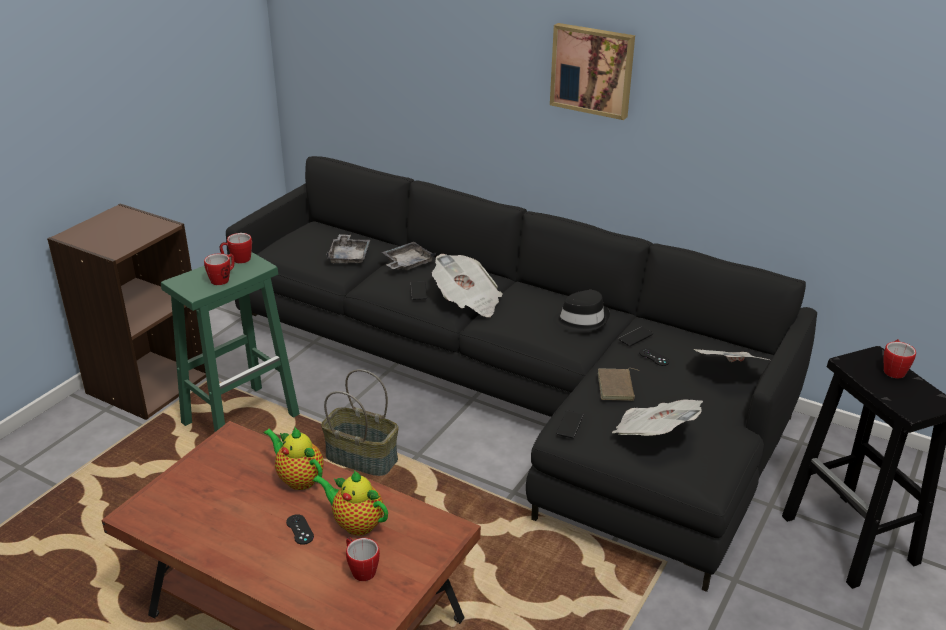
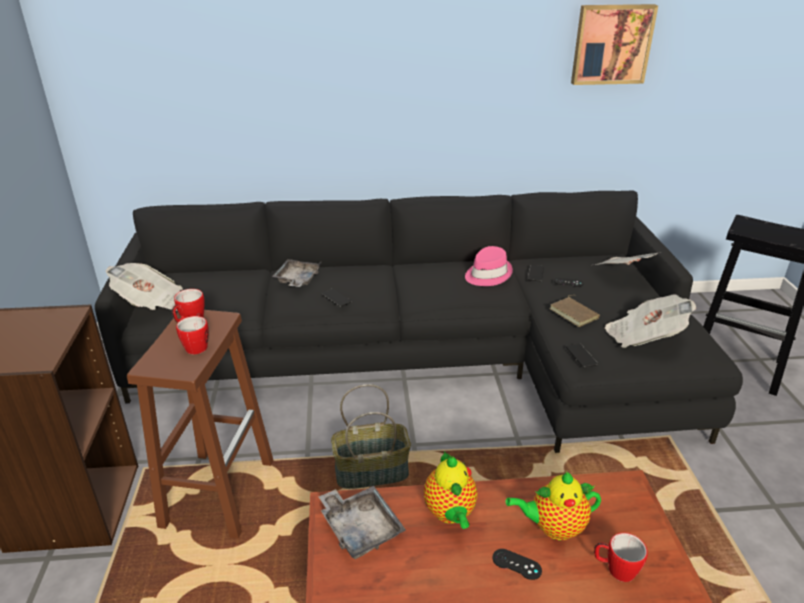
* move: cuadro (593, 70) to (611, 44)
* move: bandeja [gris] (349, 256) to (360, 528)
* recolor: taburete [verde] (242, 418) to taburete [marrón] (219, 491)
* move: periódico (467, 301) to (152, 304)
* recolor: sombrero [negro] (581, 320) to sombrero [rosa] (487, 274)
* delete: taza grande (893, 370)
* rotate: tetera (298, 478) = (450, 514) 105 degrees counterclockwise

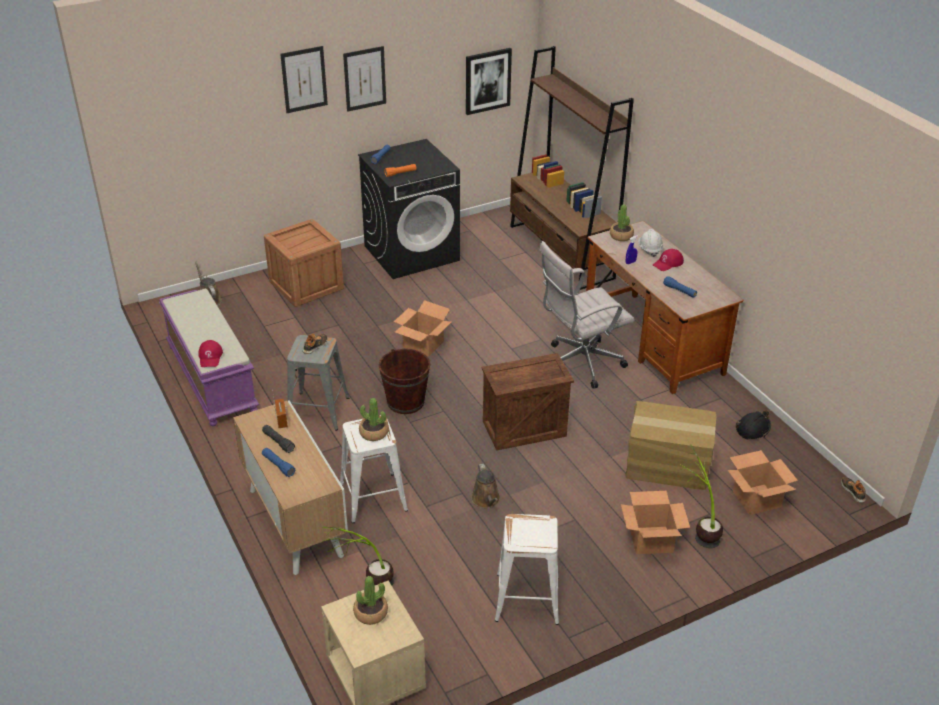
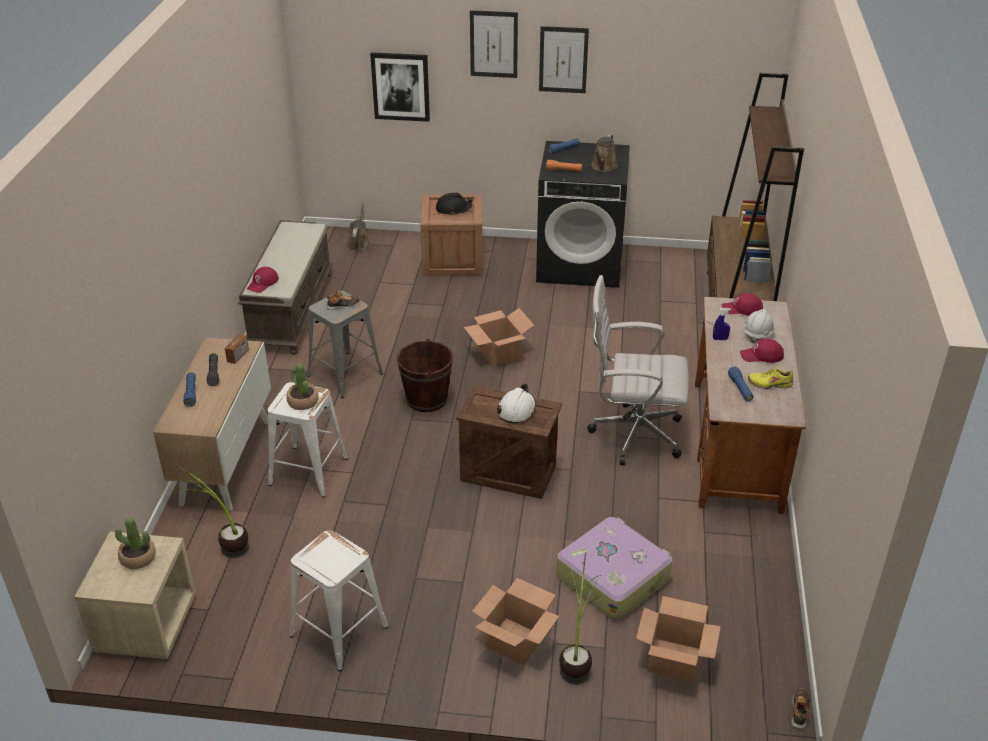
* move: cuadro (487, 81) to (400, 86)
* replace: planta en maceta (621, 236) to gorra [rojo] (742, 309)
* recolor: banco [morado] (211, 378) to banco [marrón] (291, 310)
* replace: caja de cartón (667, 466) to maleta (613, 577)
* move: casco [negro] (753, 429) to (453, 209)
* move: regadera [marrón] (486, 500) to (603, 167)
* insert: zapato [amarillo] (770, 383)
* insert: casco [blanco] (516, 409)

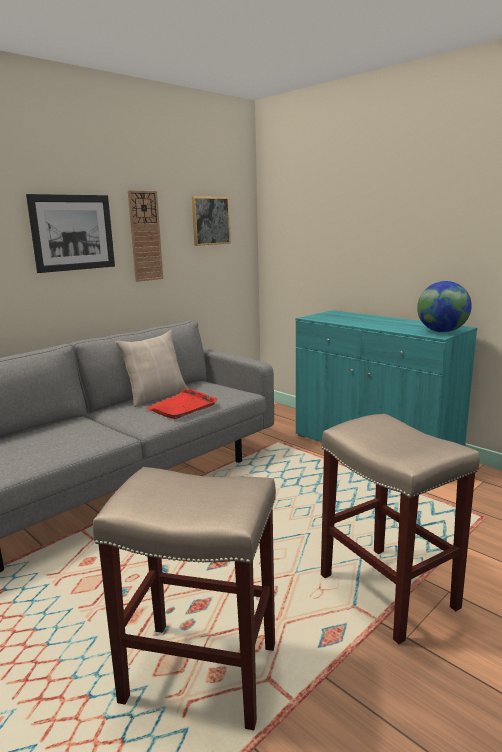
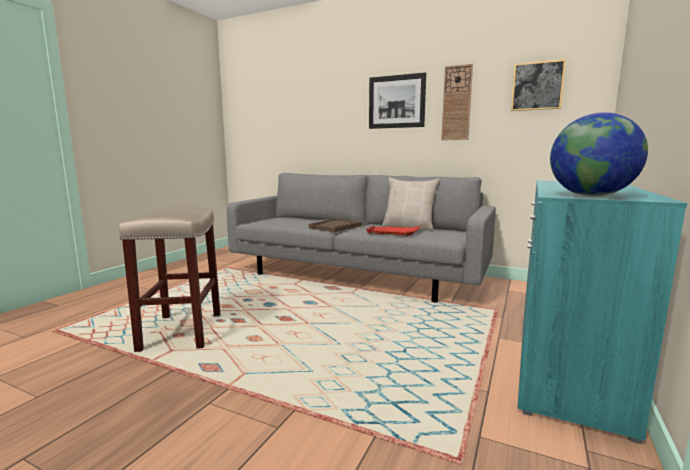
* delete: taburete [beis] (389, 592)
* insert: bandeja [marrón] (335, 227)

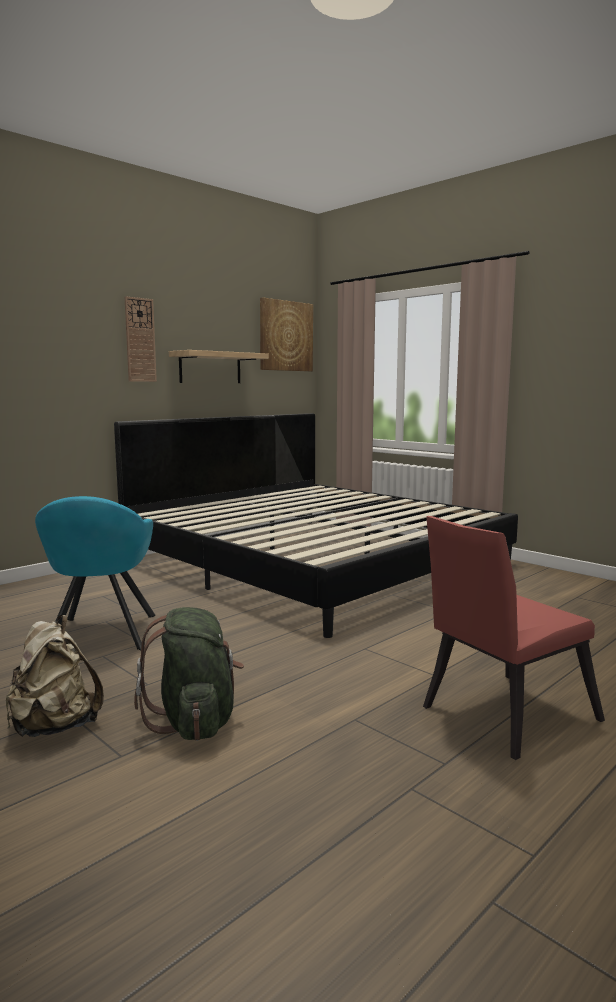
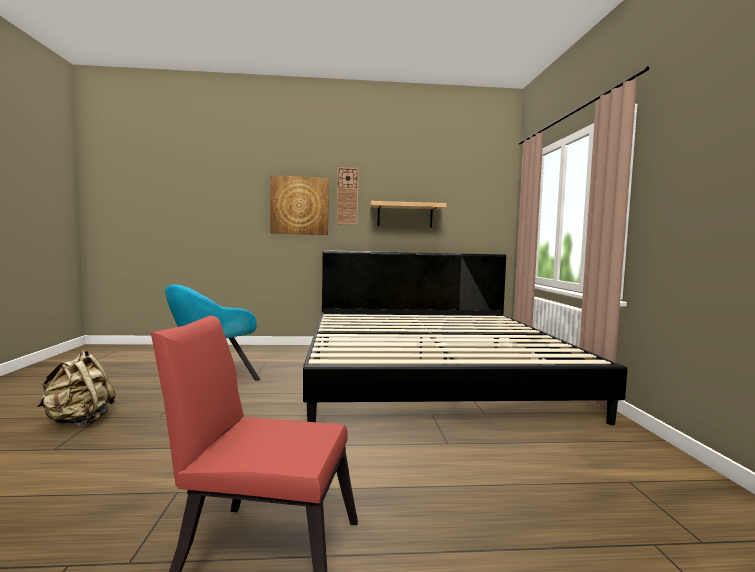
* move: cuadro (286, 336) to (299, 205)
* delete: mochila [verde] (195, 721)

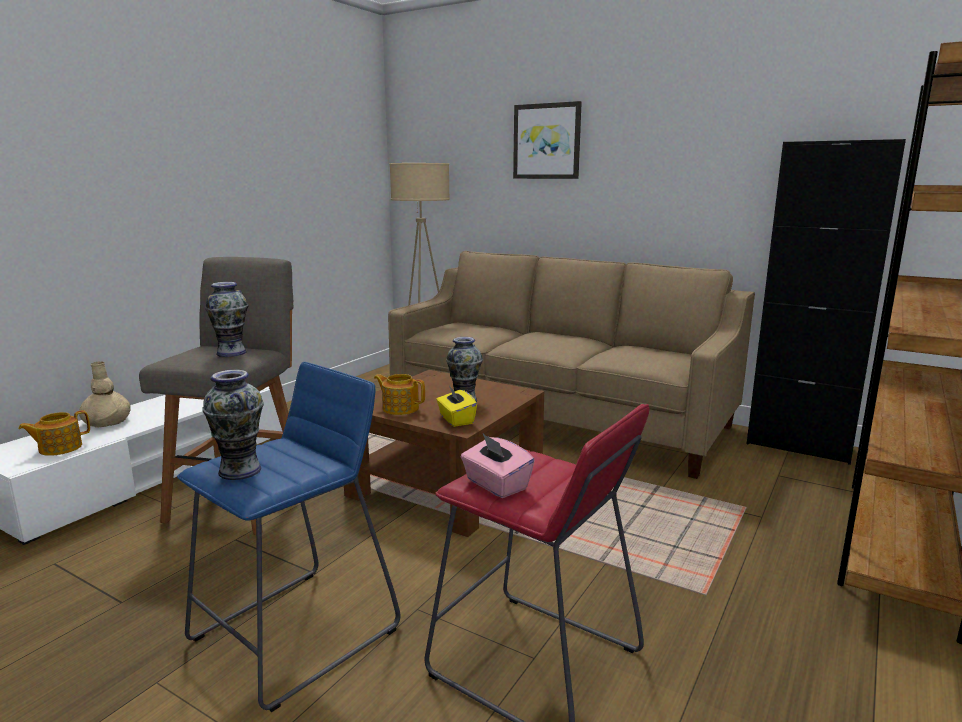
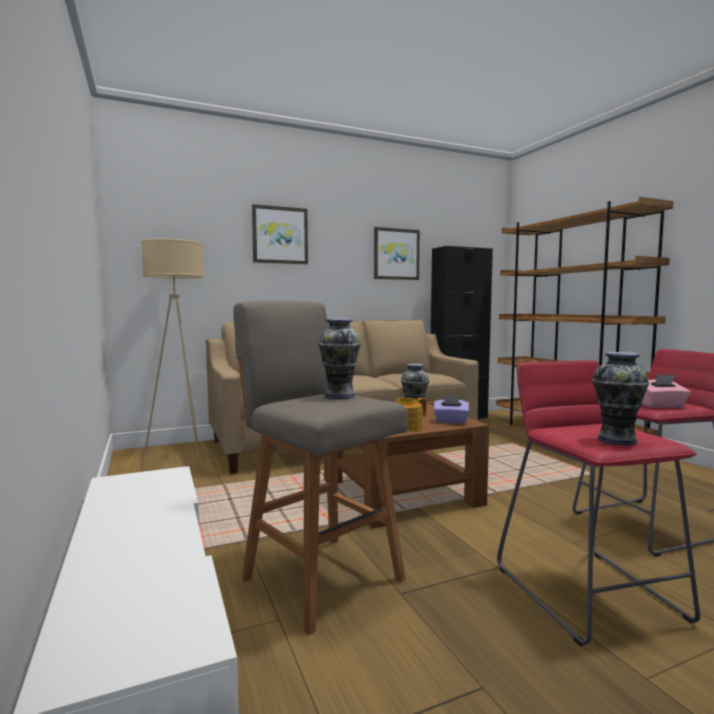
* delete: florero [beis] (107, 421)
* recolor: taburete [azul] (296, 633) to taburete [rojo] (588, 592)
* recolor: caja de pañuelos [amarillo] (456, 420) to caja de pañuelos [morado] (451, 421)
* delete: tetera (59, 448)
* insert: cuadro (396, 254)

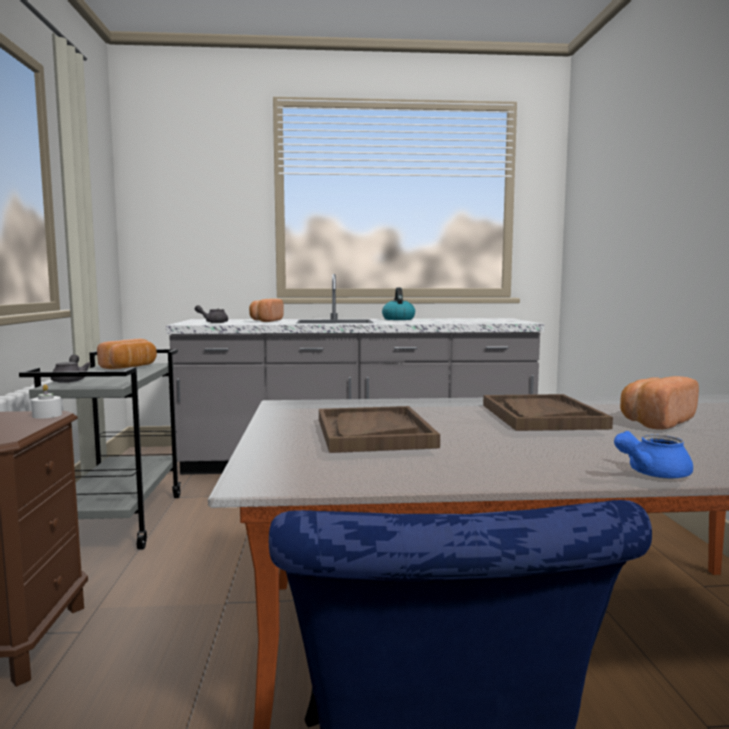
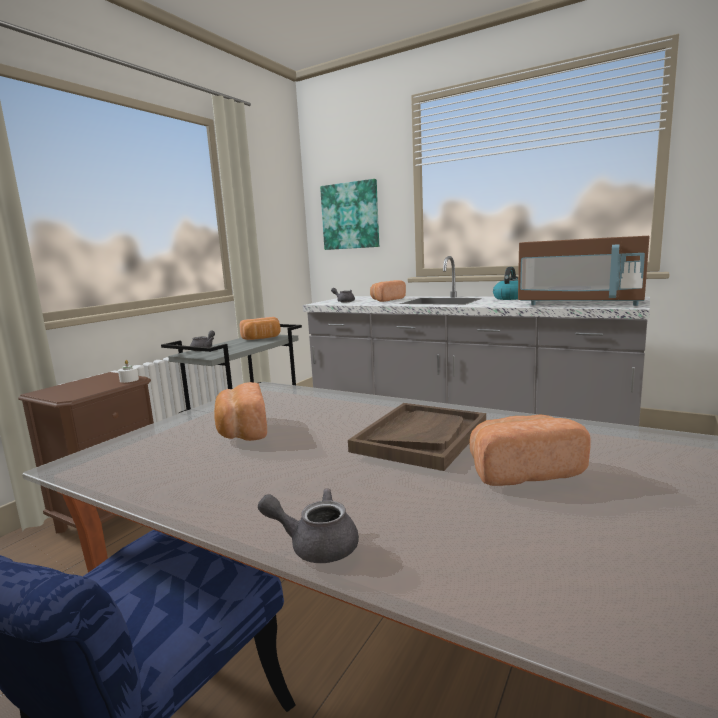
* replace: bandeja [marrón] (373, 432) to pan (241, 431)
* recolor: tetera [azul] (650, 473) to tetera [gris] (315, 545)
* insert: cuadro (350, 216)
* insert: microondas [marrón] (580, 303)

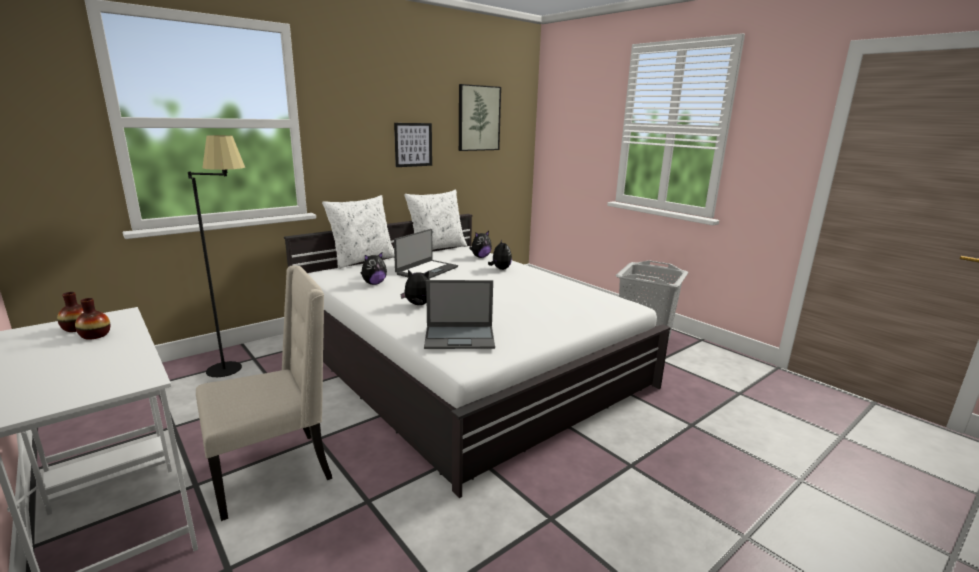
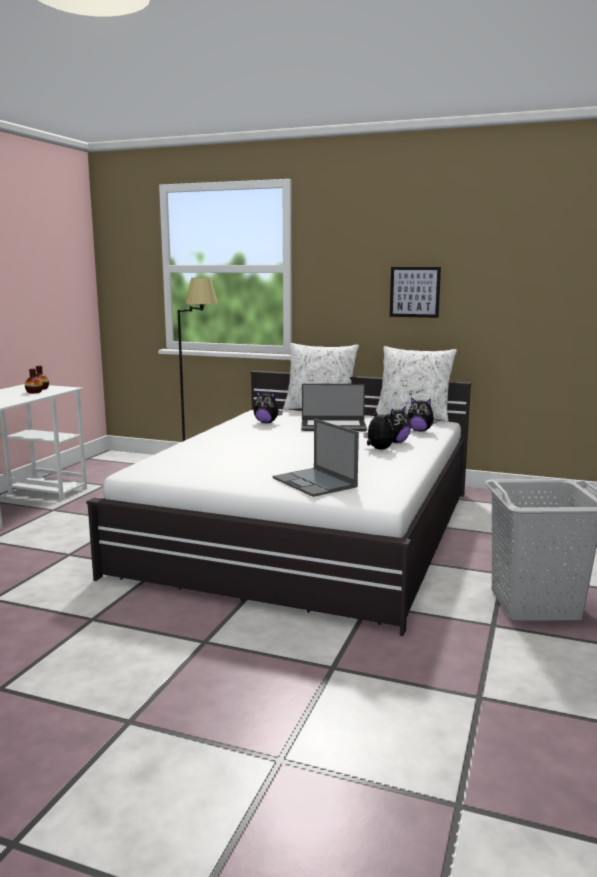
* delete: cuadro (478, 118)
* delete: silla [beis] (274, 471)
* move: peluche (418, 305) to (378, 449)
* move: portátil (460, 337) to (315, 482)

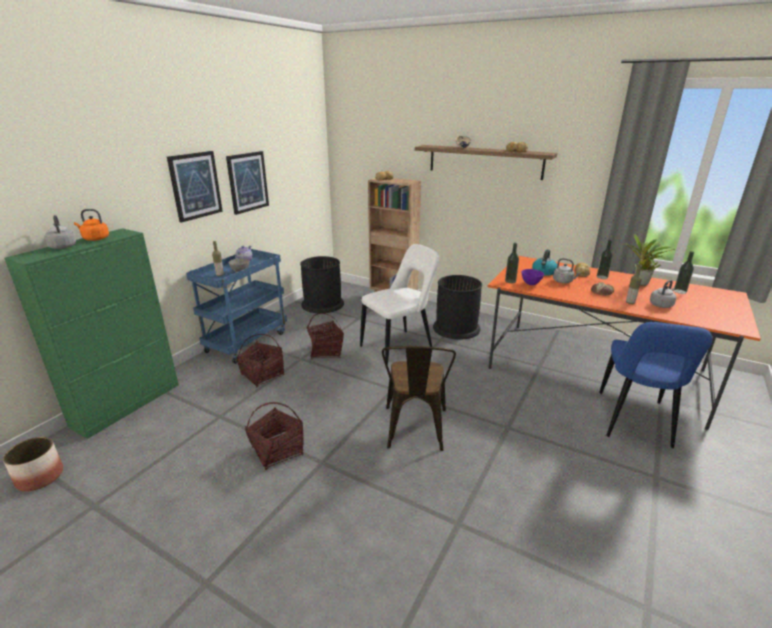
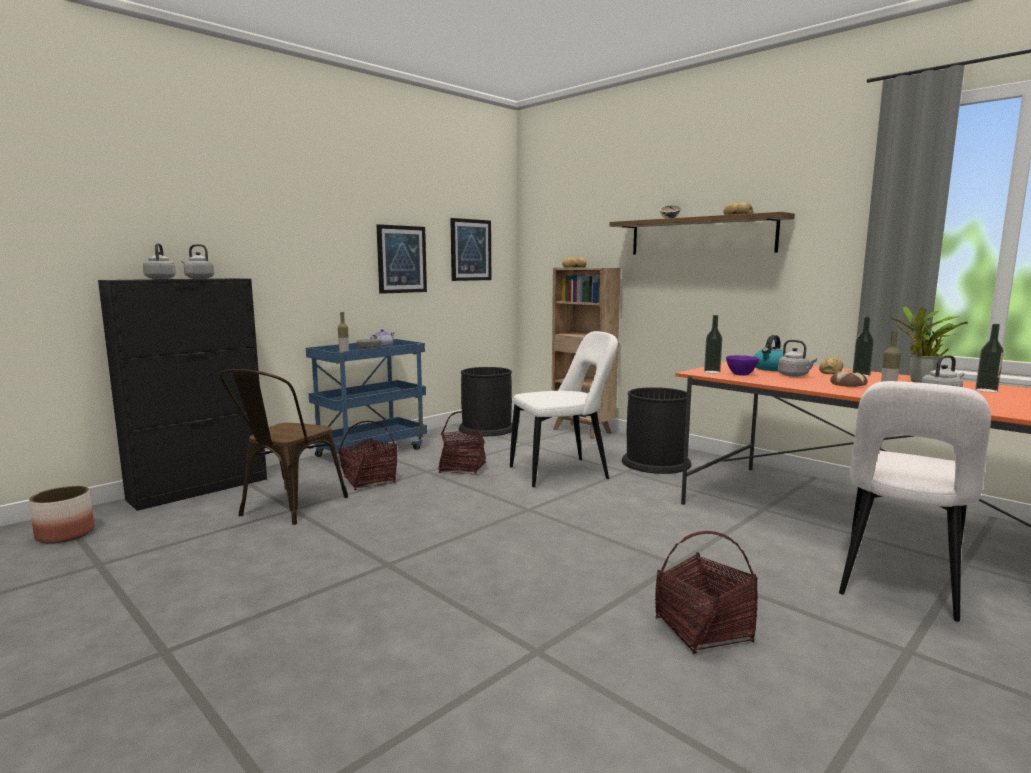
* move: cuadro (195, 186) to (470, 250)
* recolor: hervidor [naranja] (95, 239) to hervidor [gris] (198, 278)
* recolor: armario [verde] (128, 404) to armario [negro] (200, 489)
* recolor: silla [azul] (634, 421) to silla [blanco] (898, 584)
* move: silla [marrón] (415, 432) to (287, 508)
* move: cesta (277, 451) to (703, 630)

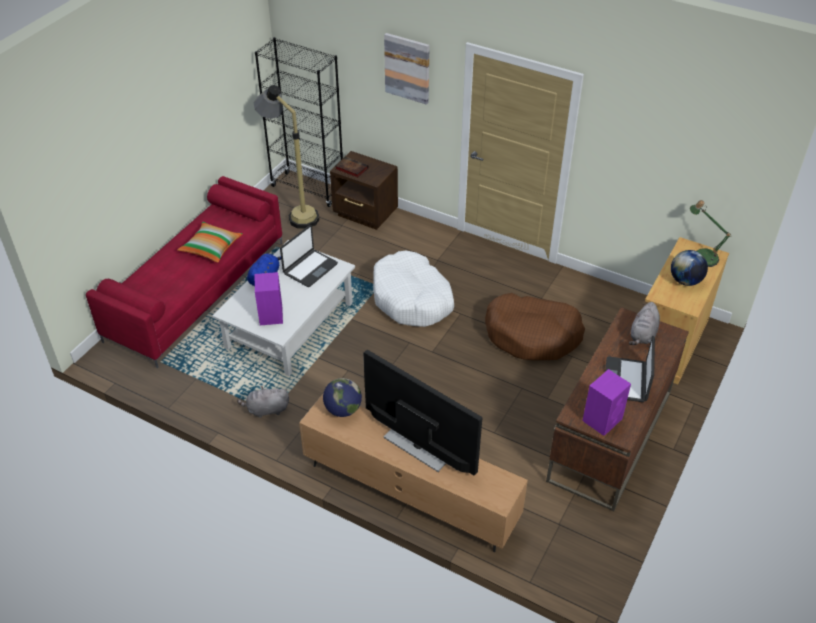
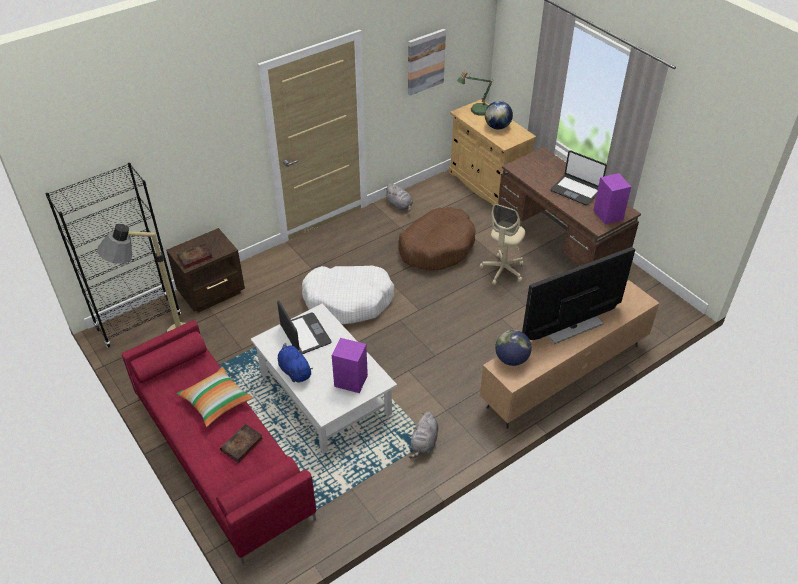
* move: cuadro (407, 68) to (425, 61)
* move: peluche [gris] (643, 335) to (399, 205)
* insert: silla de oficina [beis] (502, 270)
* insert: libro (241, 445)

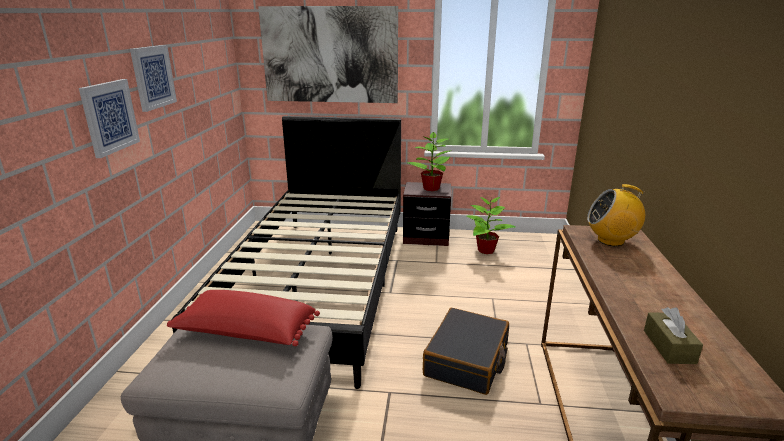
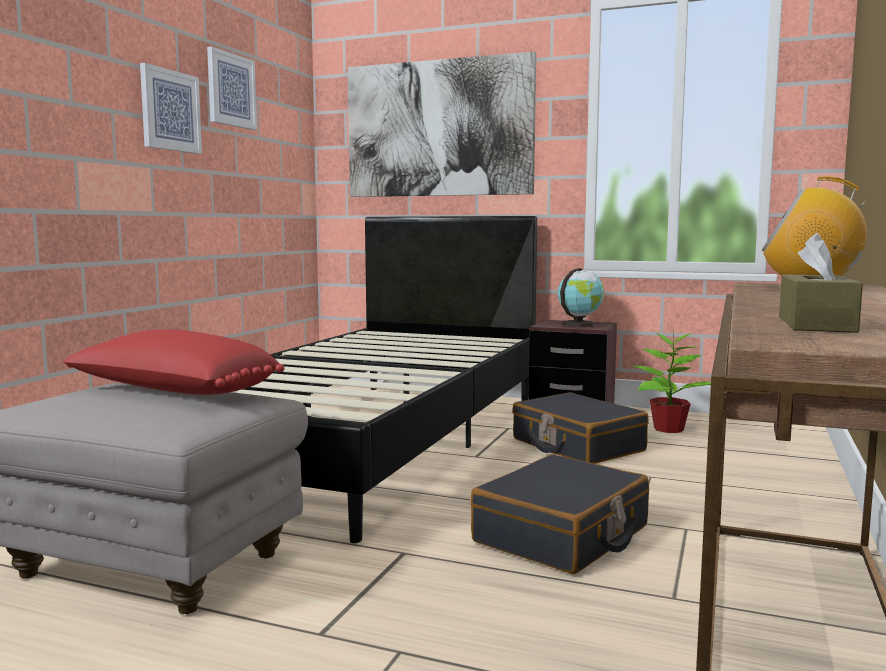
* move: cuadro (109, 117) to (231, 90)
* replace: planta en maceta (431, 188) to globo terráqueo (579, 324)
* insert: maleta [negro] (577, 445)

